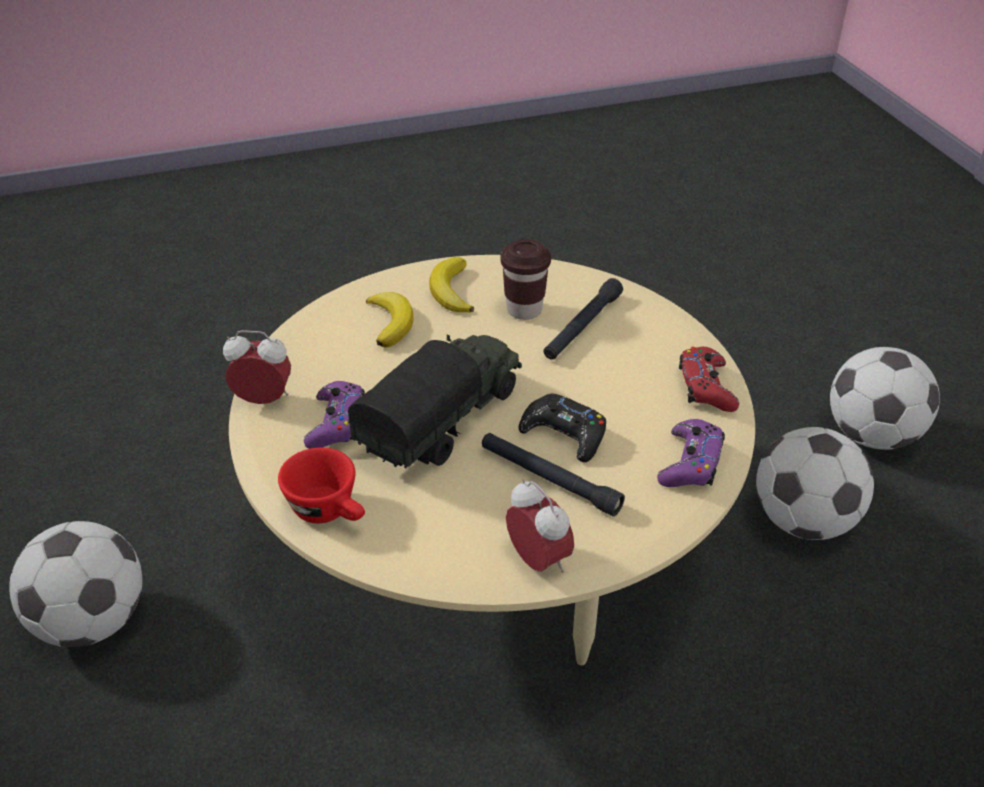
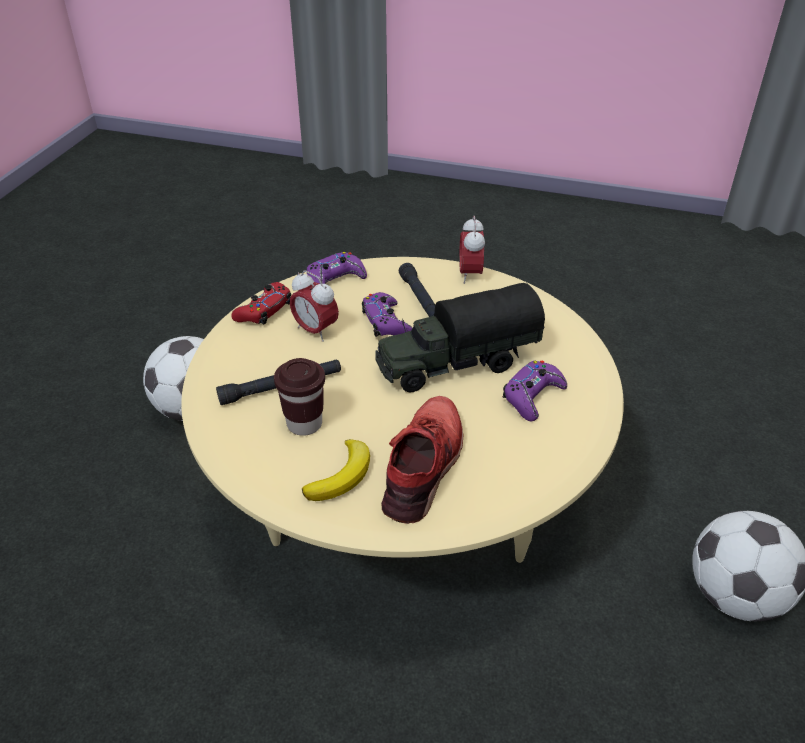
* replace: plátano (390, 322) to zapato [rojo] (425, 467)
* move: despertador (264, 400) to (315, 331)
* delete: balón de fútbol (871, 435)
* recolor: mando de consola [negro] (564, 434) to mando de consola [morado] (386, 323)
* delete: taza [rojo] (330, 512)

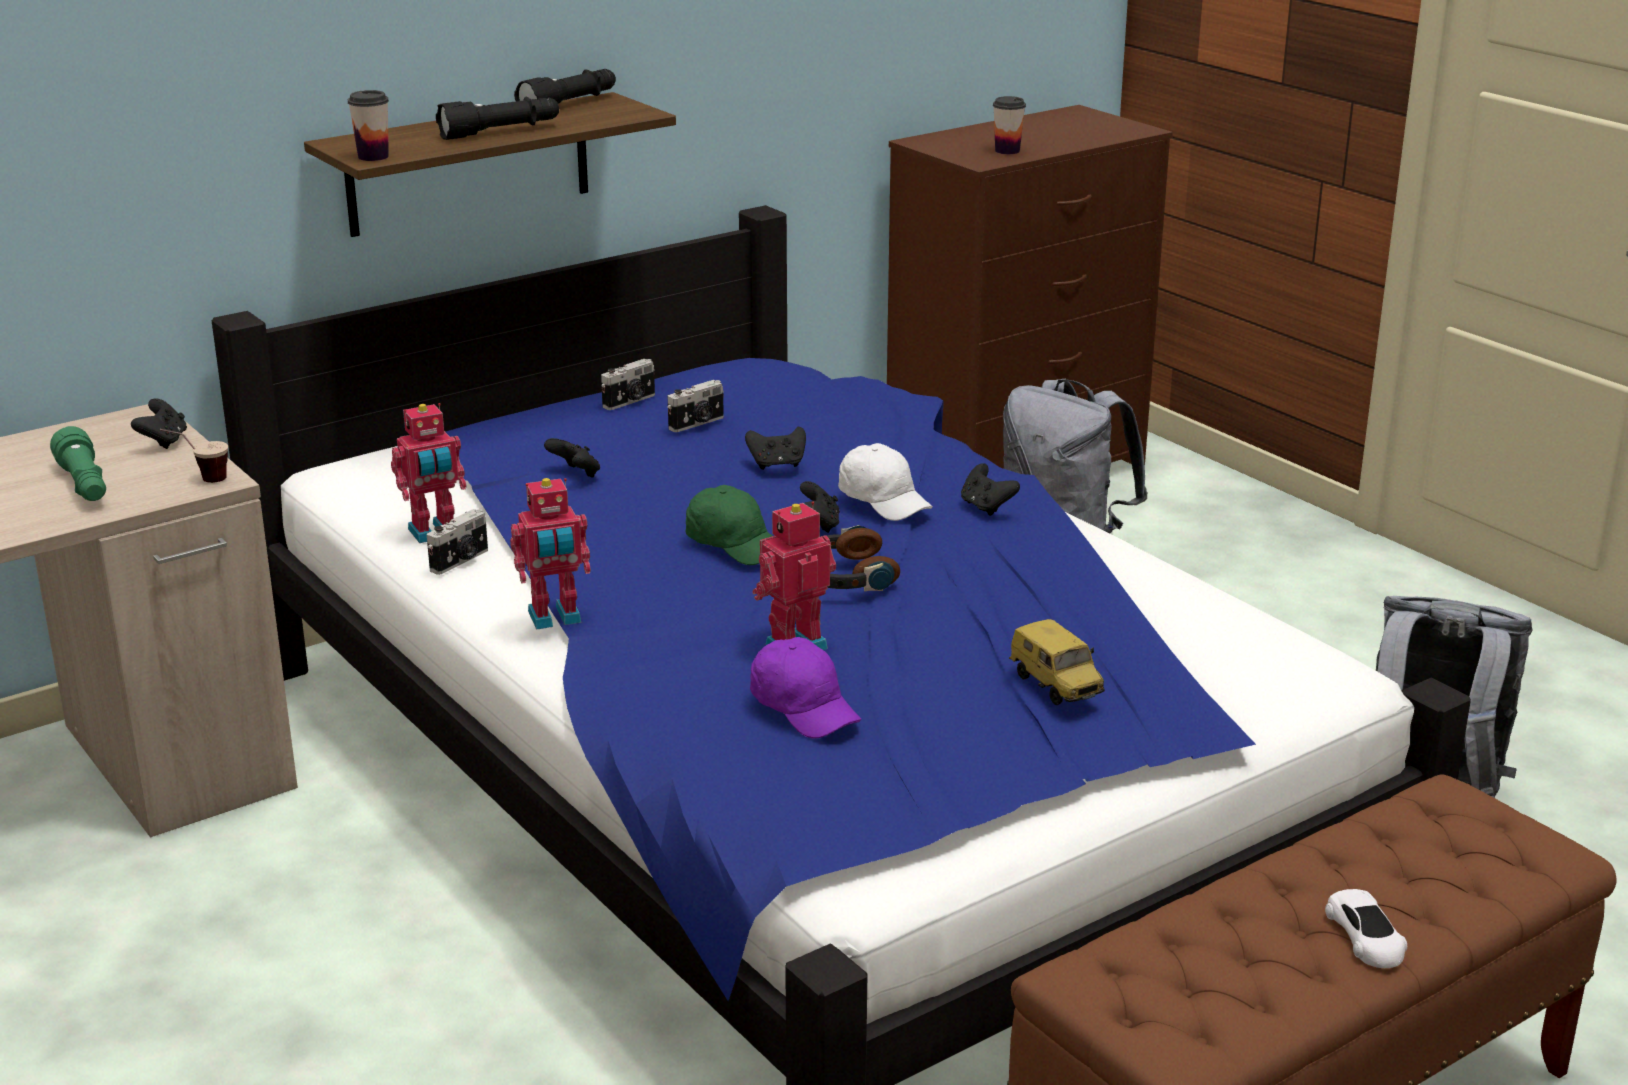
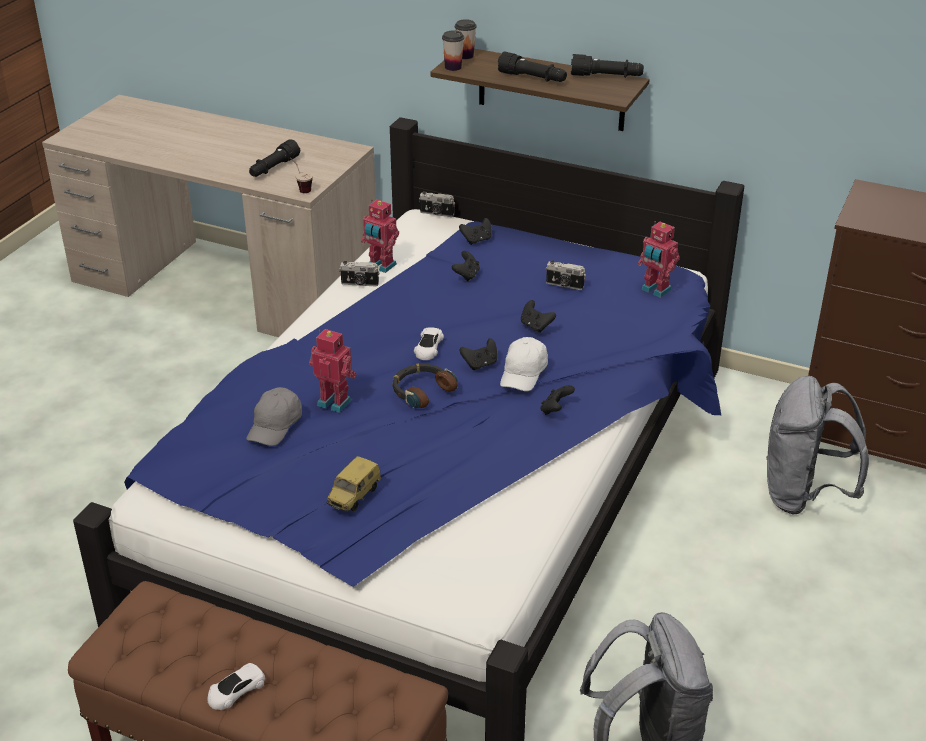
* move: taza (1007, 151) to (465, 56)
* move: cámara (630, 401) to (436, 214)
* move: mando de consola [negro] (163, 441) to (477, 240)
* recolor: linterna [verde] (85, 485) to linterna [negro] (273, 168)
* move: robot de juguete (555, 618) to (655, 290)
* replace: gorra [verde] (735, 544) to coche de juguete [blanco] (428, 347)
* recolor: gorra [morado] (804, 708) to gorra [gris] (275, 426)

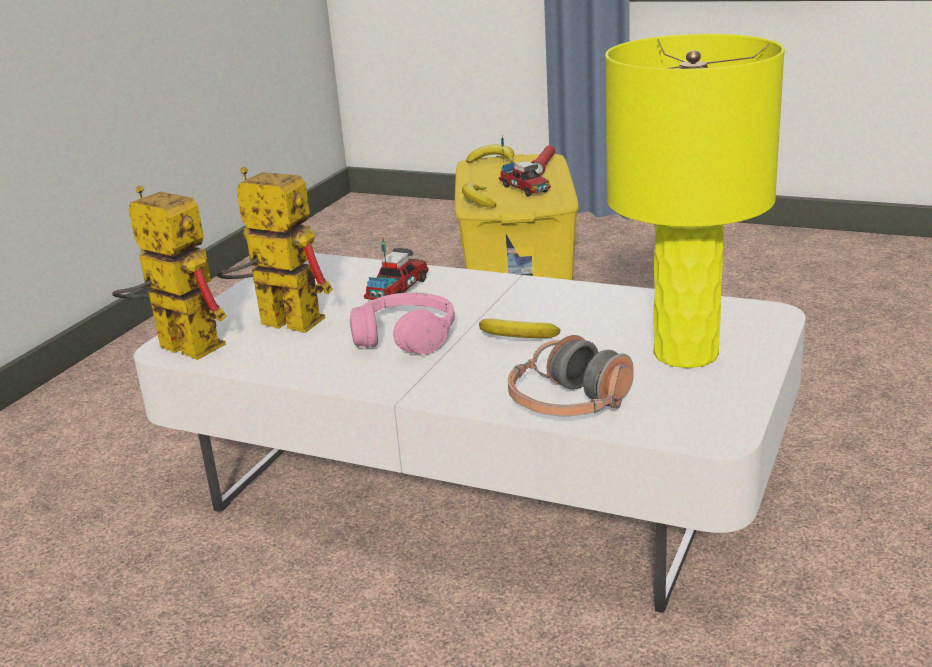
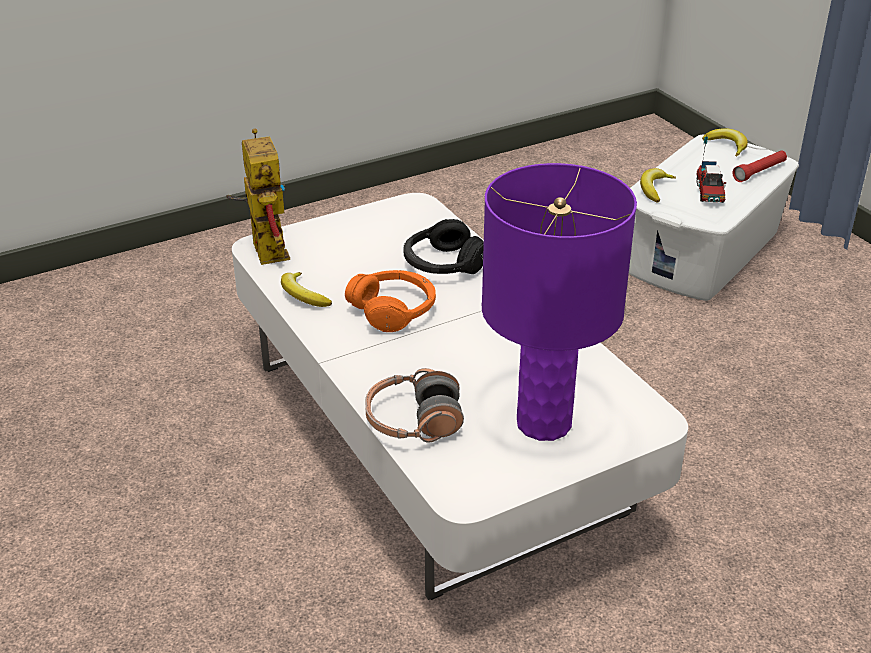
* recolor: lámpara de mesa [amarillo] (686, 354) to lámpara de mesa [morado] (544, 424)
* recolor: caja de almacenaje [amarillo] (518, 260) to caja de almacenaje [blanco] (702, 250)
* delete: robot de juguete (277, 322)
* replace: camión de juguete (398, 290) to auriculares [negro] (443, 264)
* recolor: auriculares [rosa] (405, 337) to auriculares [naranja] (393, 310)
* move: plátano (516, 338) to (303, 295)

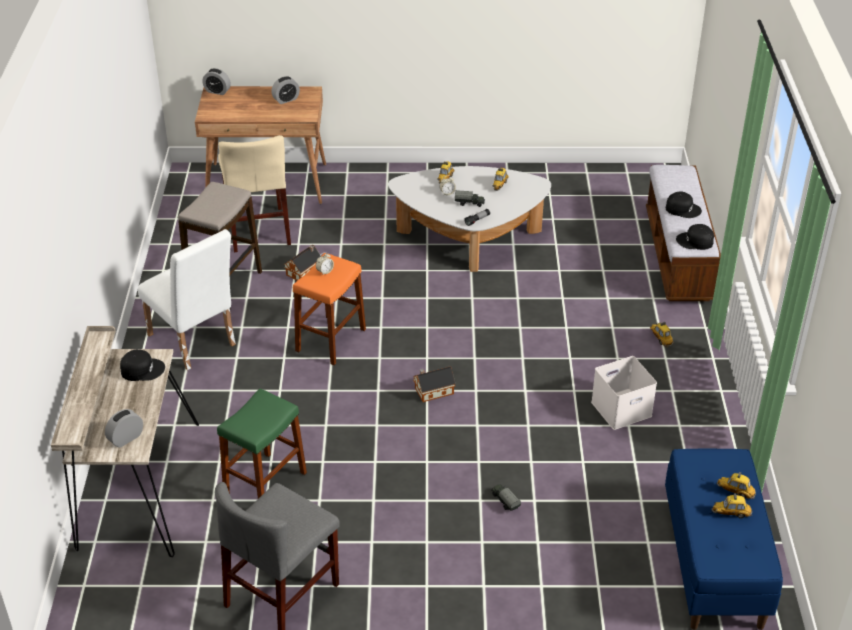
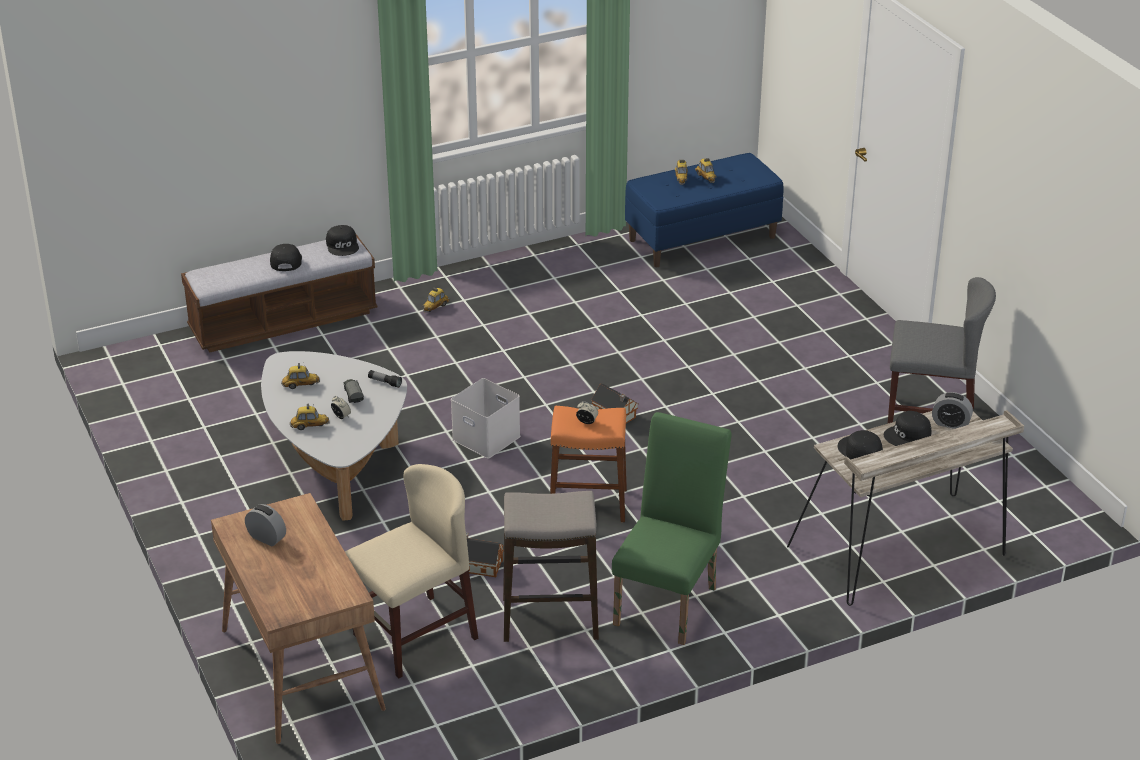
* delete: despertador (217, 91)
* recolor: silla [blanco] (195, 343) to silla [verde] (669, 600)
* move: caja de almacenaje [blanco] (621, 408) to (484, 438)
* delete: taburete [verde] (265, 484)
* delete: camión de juguete (505, 501)
* insert: gorra [negro] (908, 435)

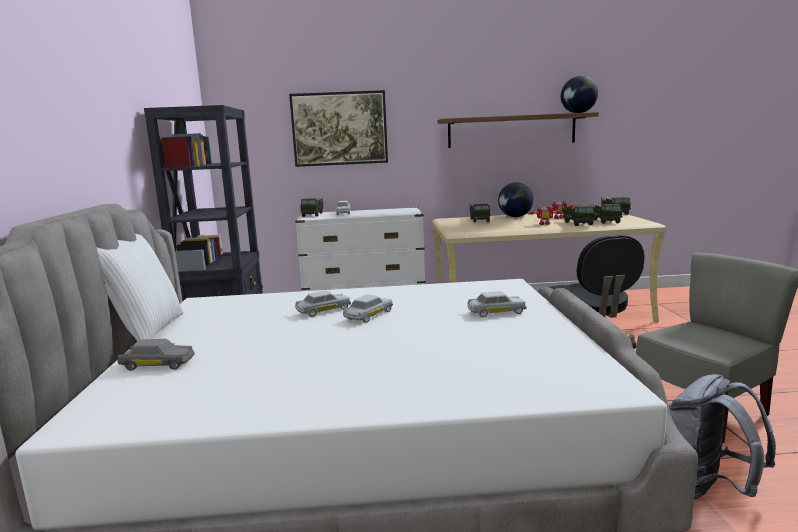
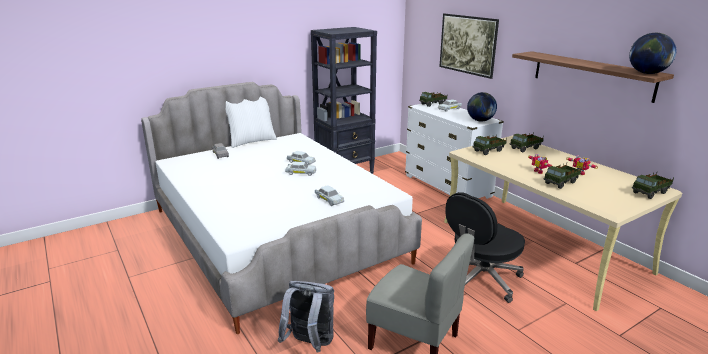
* move: globo terráqueo (515, 217) to (480, 120)
* move: camión de juguete (605, 221) to (489, 151)

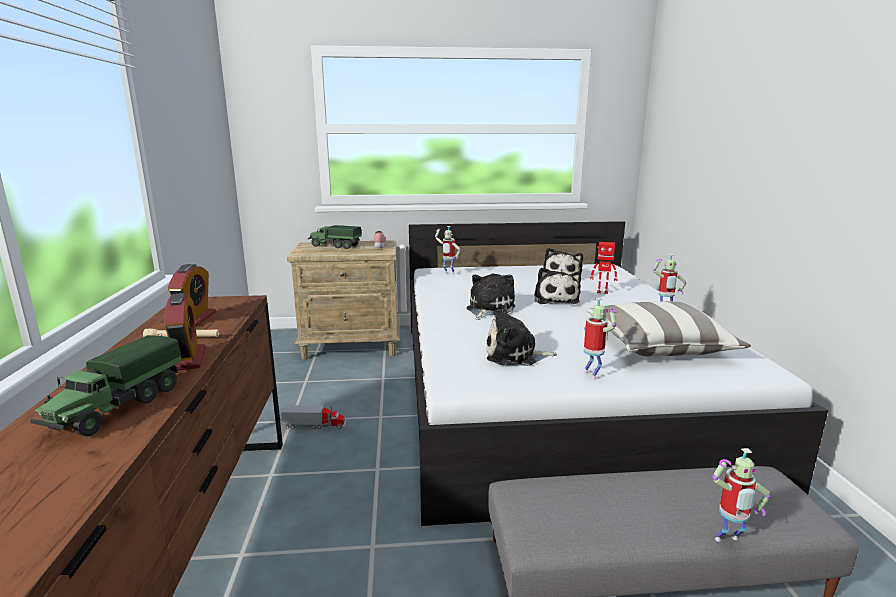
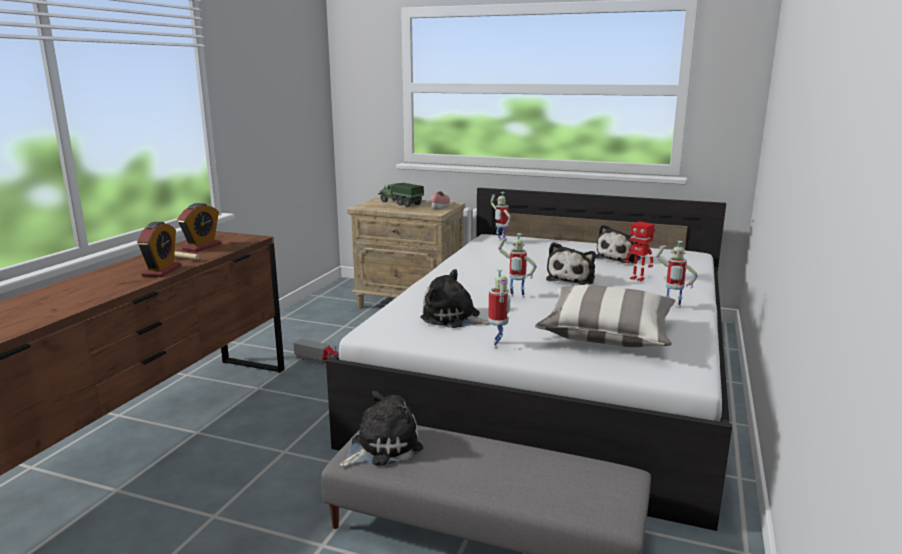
* move: peluche (488, 309) to (382, 447)
* delete: camión de juguete (117, 408)
* move: robot de juguete (728, 541) to (516, 297)

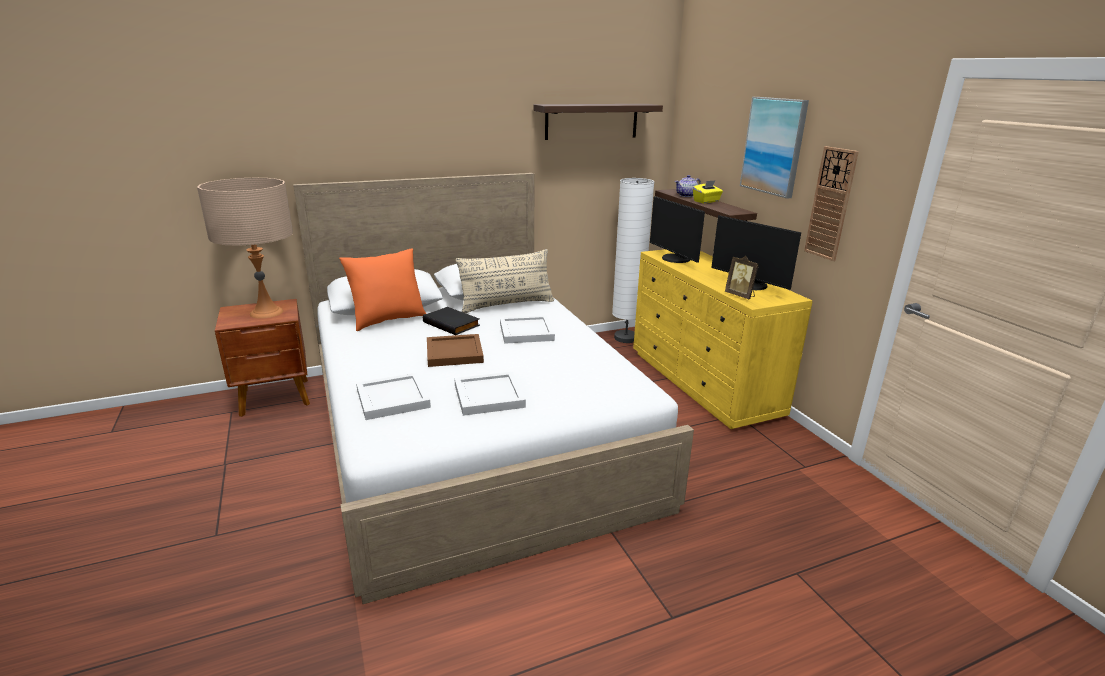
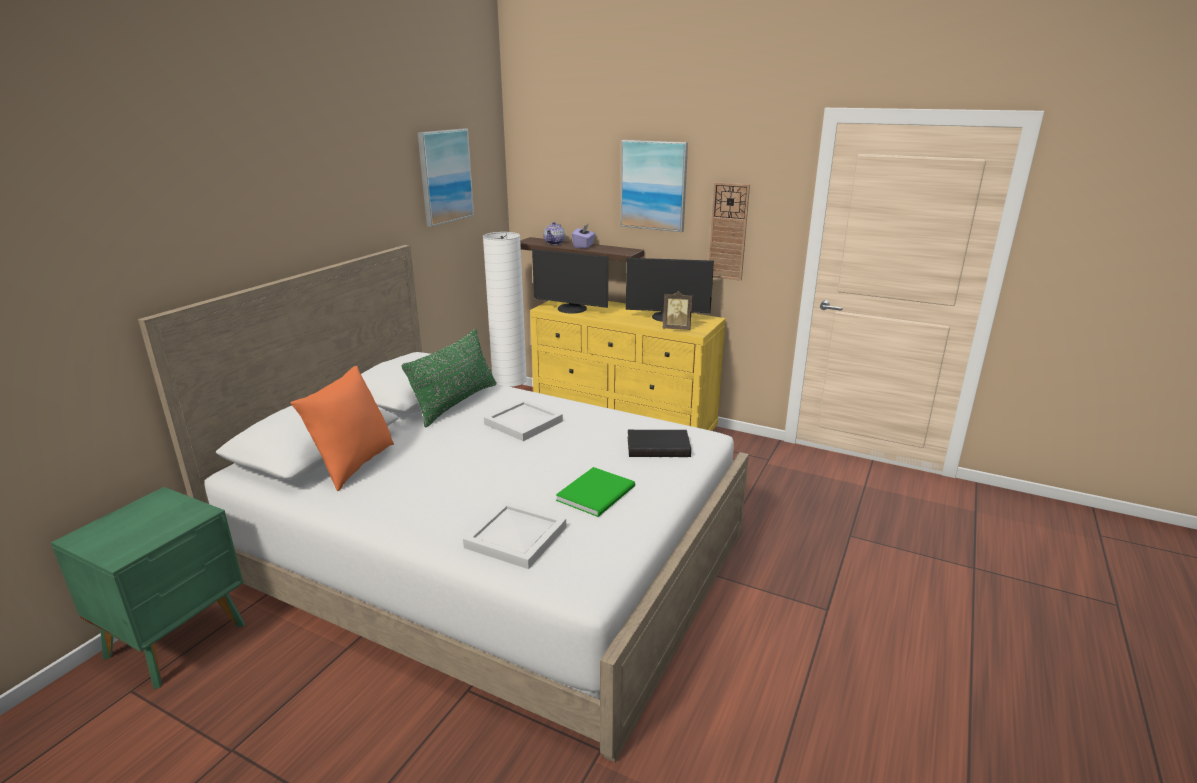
* replace: estante (591, 121) to cuadro (445, 176)
* delete: lámpara de mesa [beis] (266, 312)
* recolor: caja de pañuelos [amarillo] (706, 201) to caja de pañuelos [morado] (584, 246)
* recolor: cojín [beis] (507, 305) to cojín [verde] (456, 403)
* recolor: mesita de noche [marrón] (276, 398) to mesita de noche [verde] (179, 640)
* move: libro [negro] (452, 323) to (658, 446)
* delete: bandeja [marrón] (455, 353)
* replace: bandeja [blanco] (490, 396) to libro [verde] (598, 493)

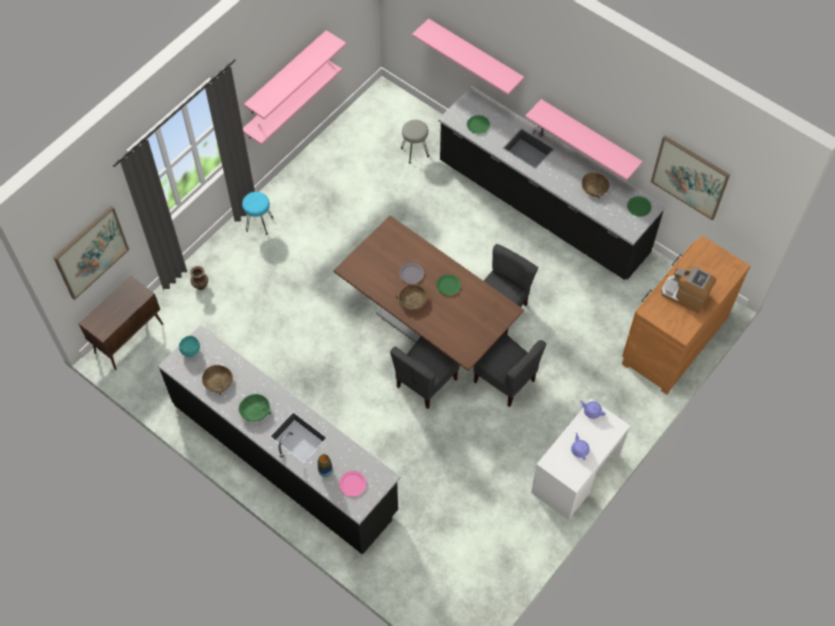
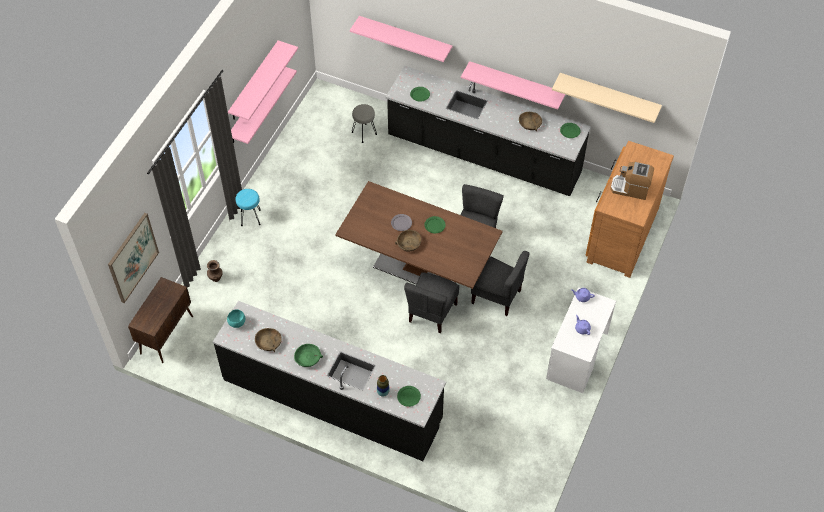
* replace: cuadro (690, 177) to estante [beis] (609, 95)
* recolor: plato [rosa] (353, 484) to plato [verde] (409, 396)

